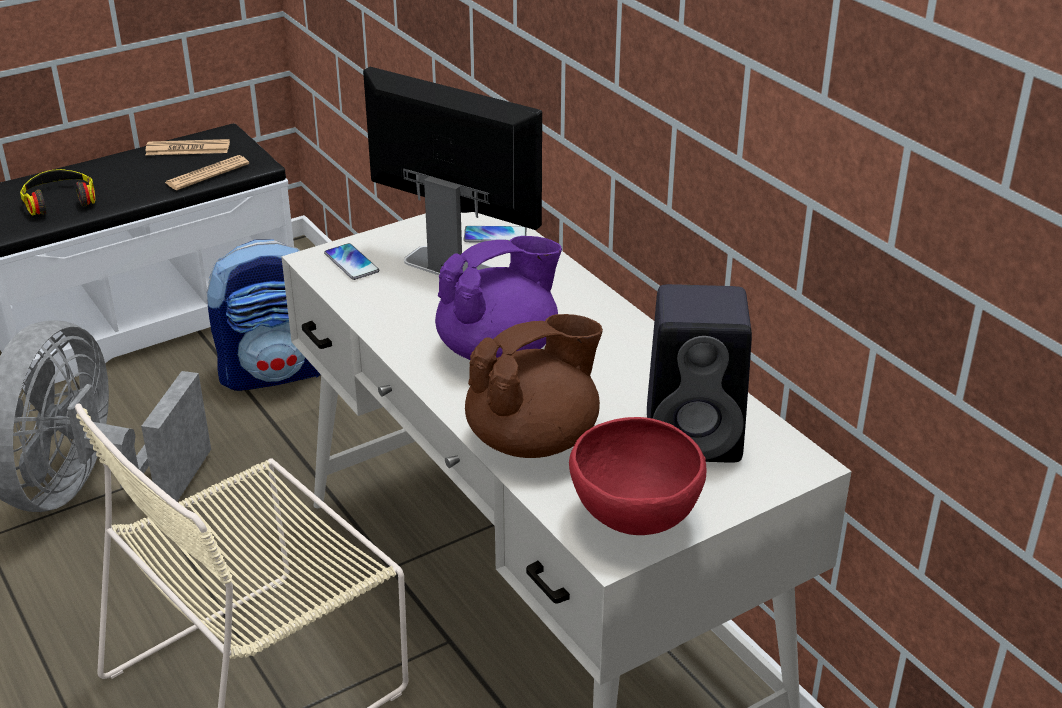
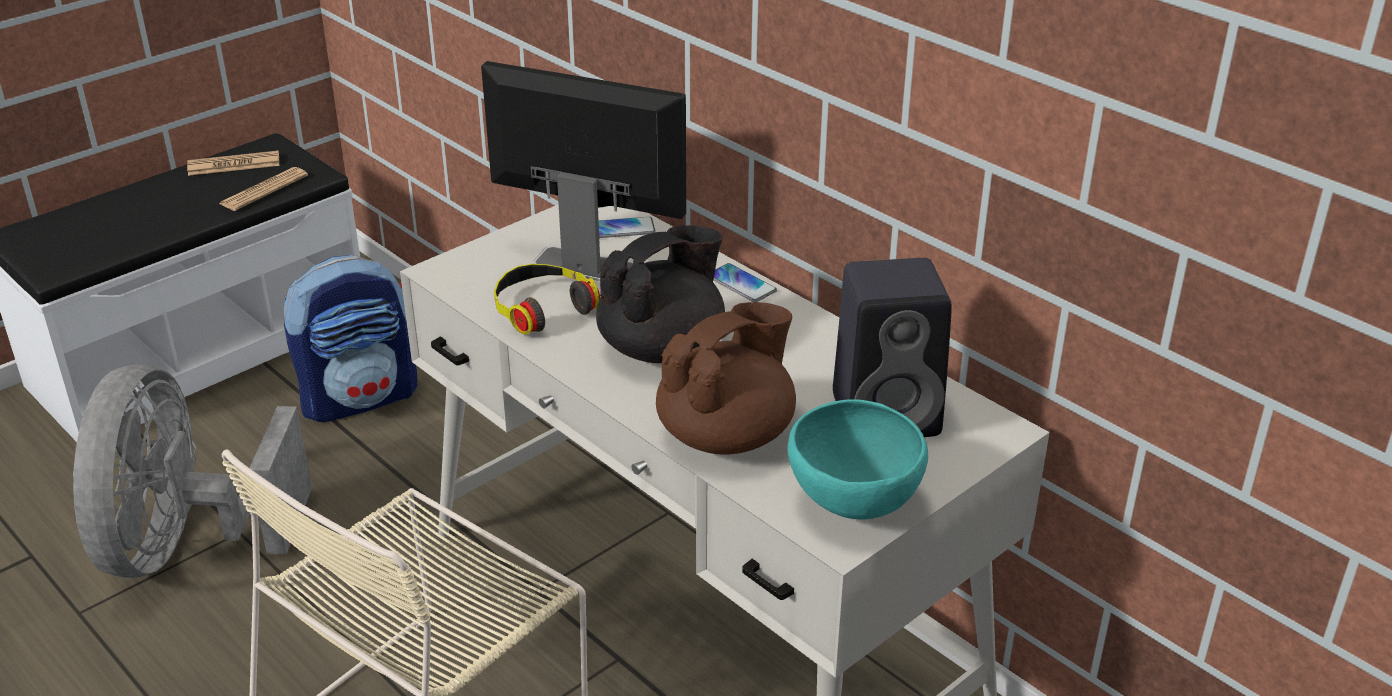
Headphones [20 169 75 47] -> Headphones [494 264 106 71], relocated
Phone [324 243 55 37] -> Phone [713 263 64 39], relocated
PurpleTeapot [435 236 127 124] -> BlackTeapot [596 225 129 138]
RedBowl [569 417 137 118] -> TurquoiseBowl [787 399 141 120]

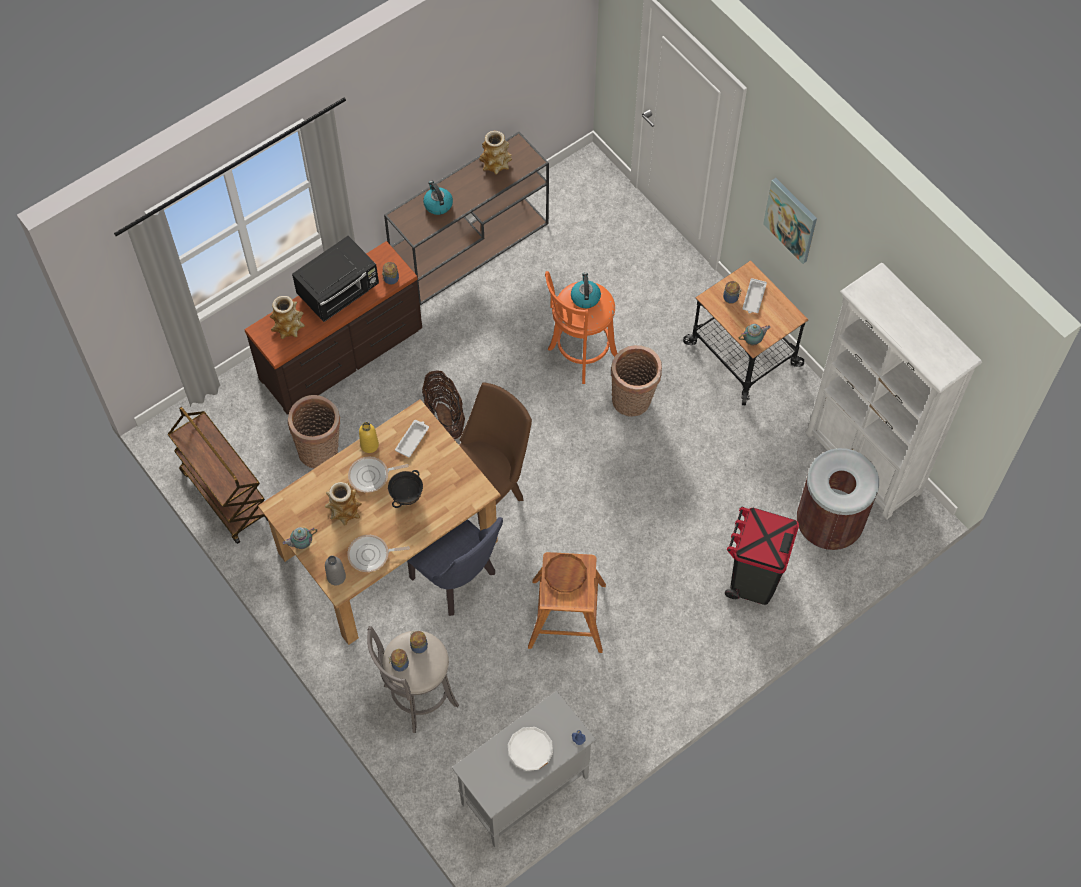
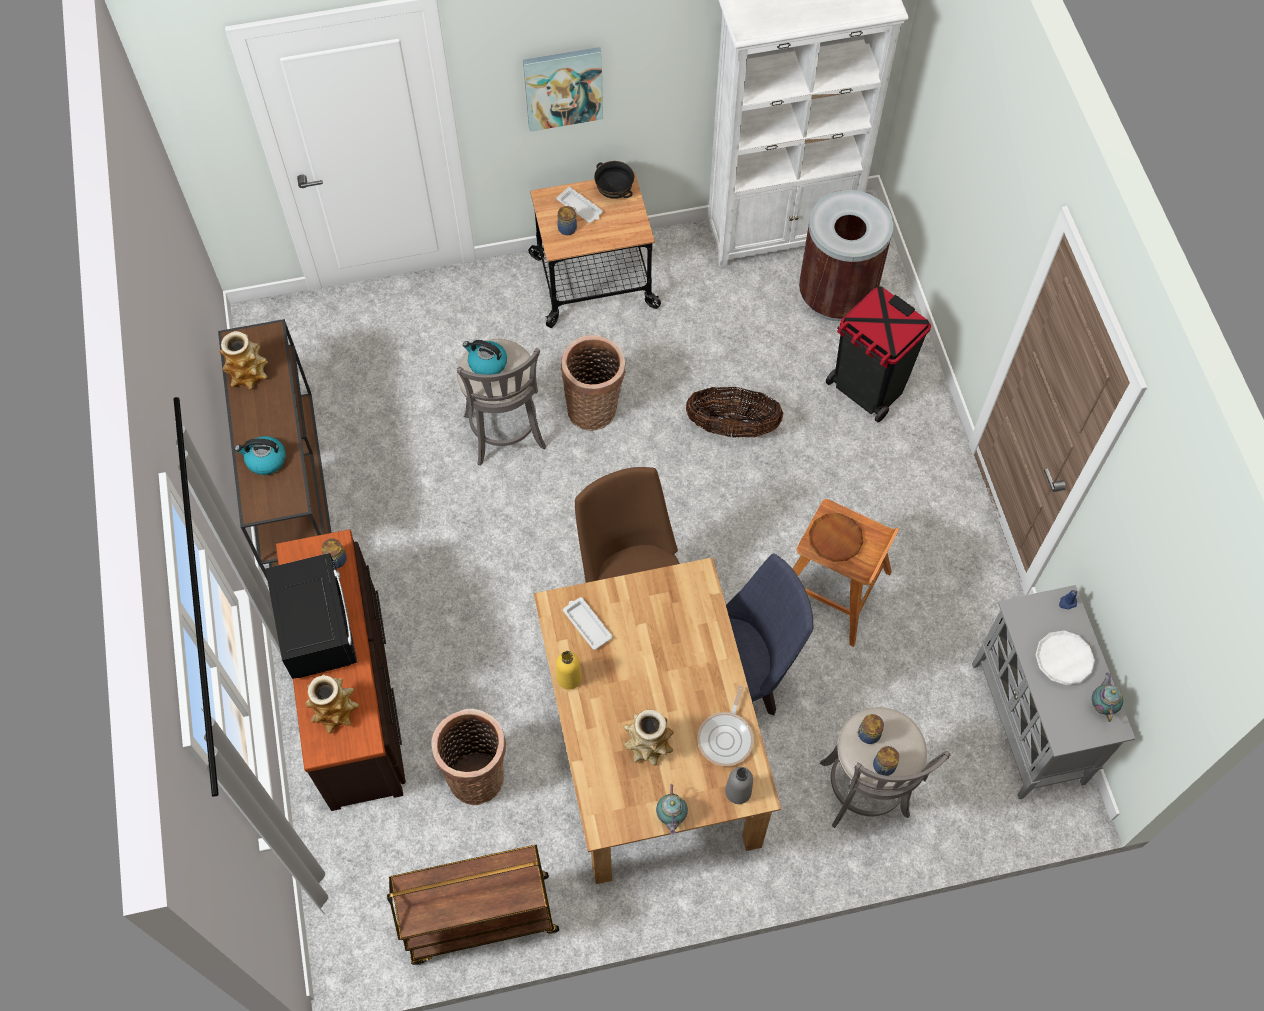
FryingPan [348 457 61 36] -> none
BlackBowl [388 470 35 38] -> BlackBowl [594 161 40 38], relocated
Basket [422 370 43 69] -> Basket [686 387 97 51], relocated
Teapot [738 324 33 22] -> Teapot [1092 672 31 50], relocated
OrangeStool [545 271 72 113] -> GreyStool [457 339 89 127]

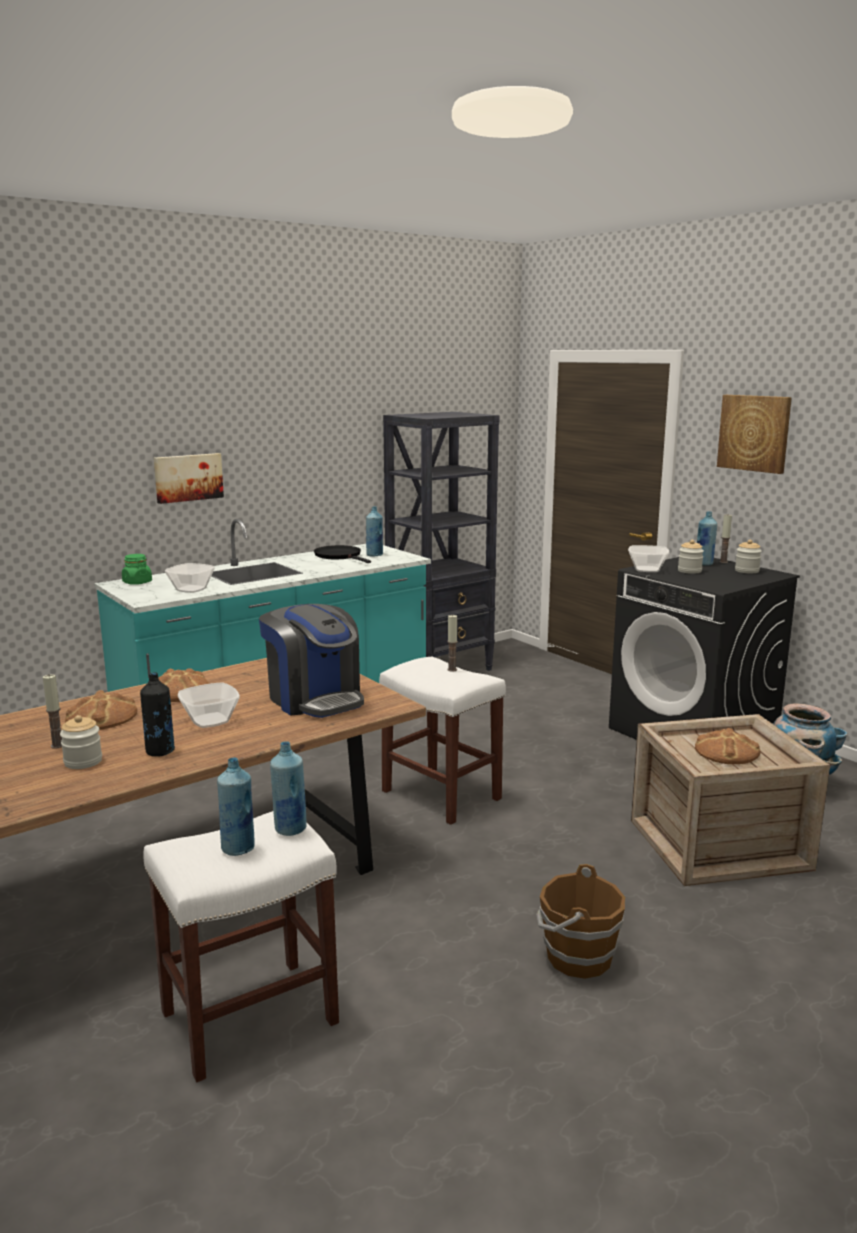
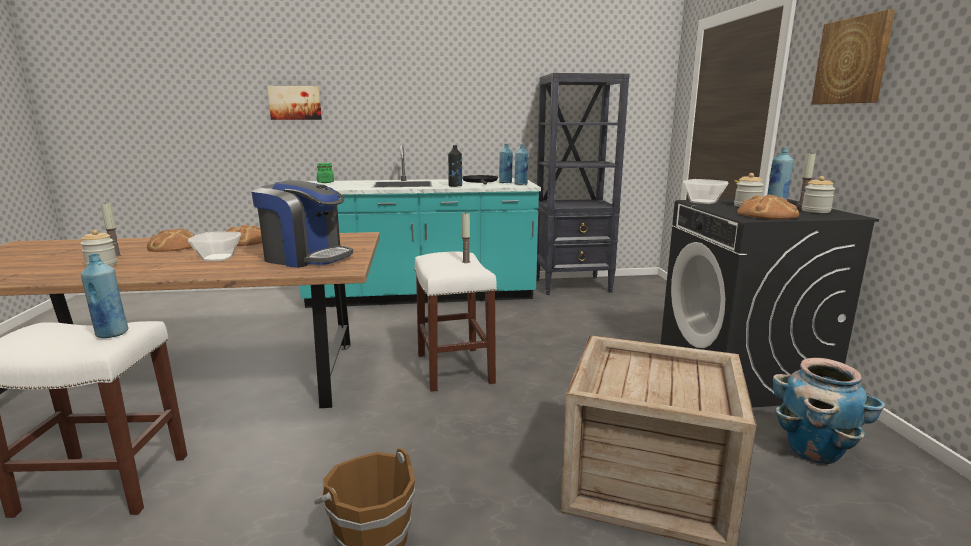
Bowl [165 563 50 30] -> none
BlackBottle [140 672 35 85] -> BlackBottle [448 145 14 42], relocated
Picture [154 453 70 51] -> Picture [267 86 55 34], relocated
BlueBottle [217 757 38 99] -> BlueBottle [515 144 14 41], relocated
Bread [695 728 65 36] -> Bread [737 195 62 24], relocated
CoffeeMachine [259 604 105 114] -> CoffeeMachine [251 180 102 88], 60 degrees counterclockwise

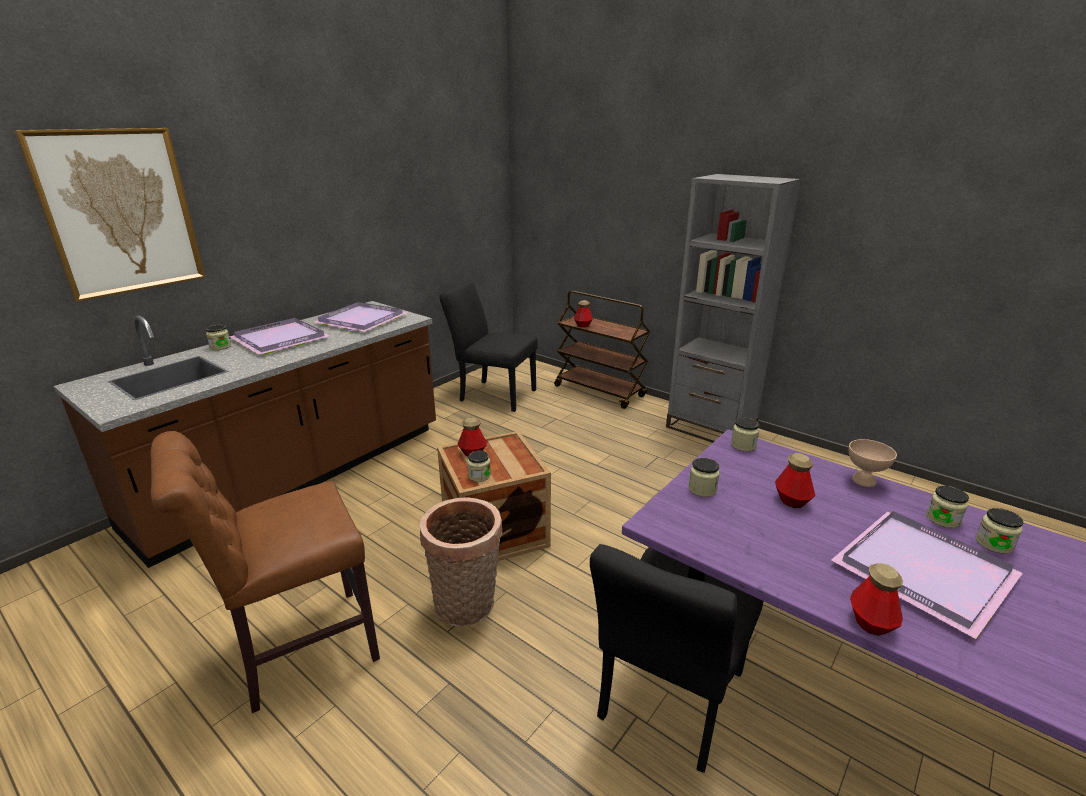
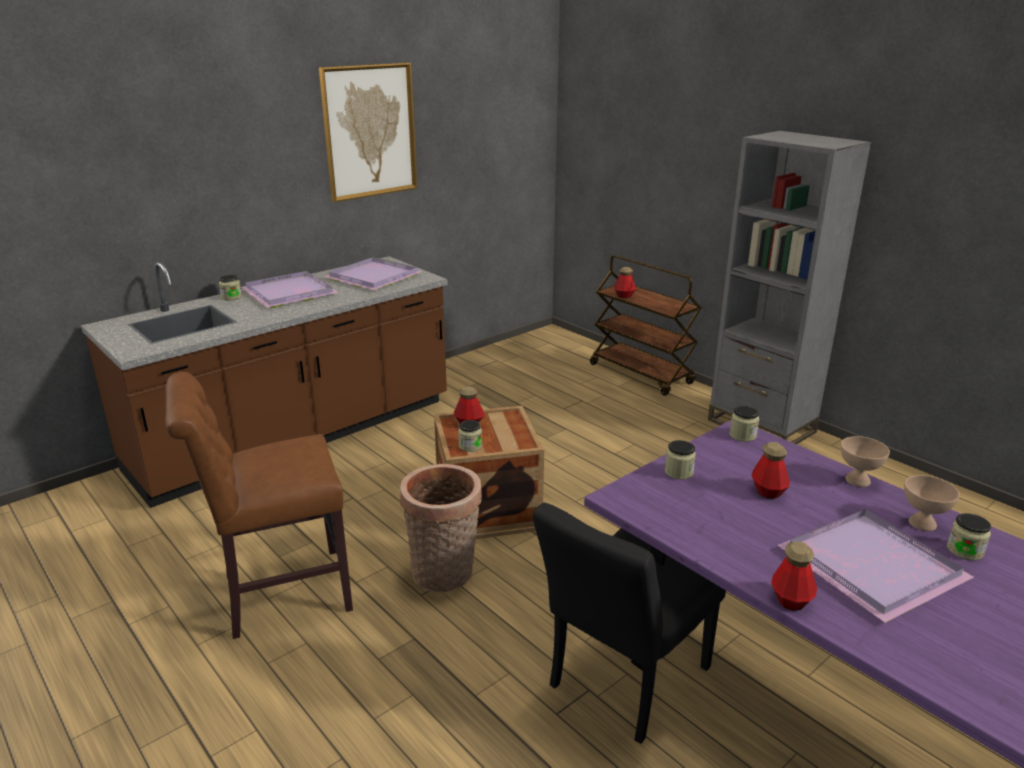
BlackChair [439 280 99 132] -> none
Picture [14 128 192 174] -> Picture [319 62 98 140], relocated
Jar [926 486 43 42] -> BeigeBowl [904 475 56 56]

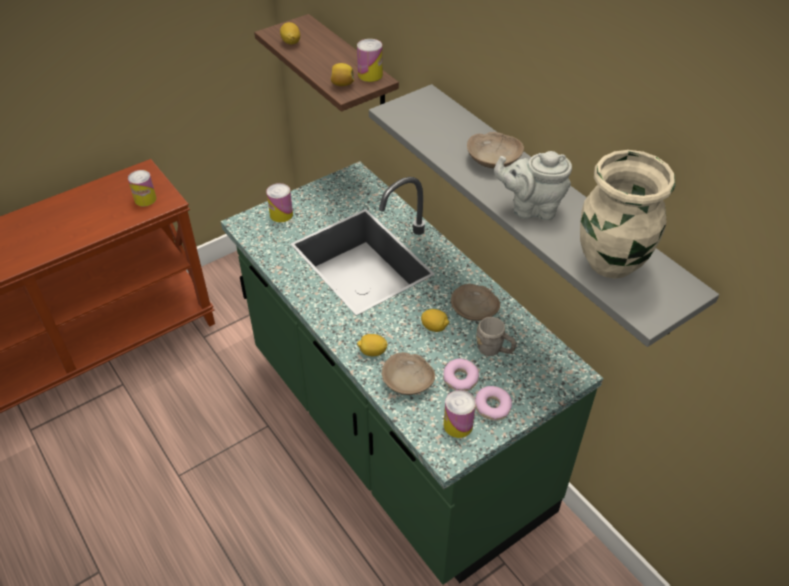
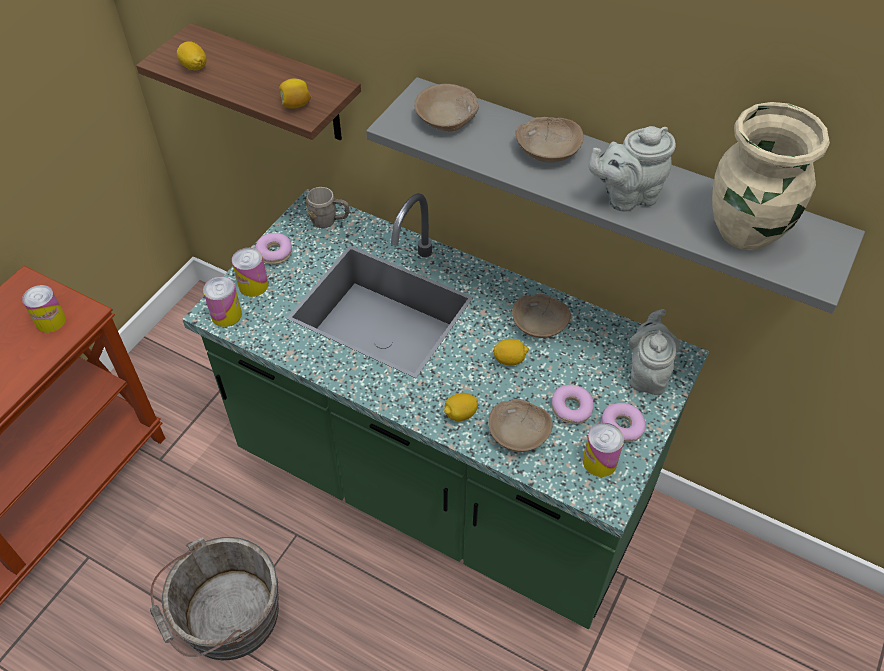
none -> GreyBucket [150 537 129 123]
none -> Donut [255 233 37 32]
none -> BeigeBowl [414 84 65 48]
none -> GreyTeapot [629 309 51 86]
Can [357 39 26 43] -> Can [203 277 39 50], relocated
GreyMug [476 317 40 39] -> GreyMug [306 187 44 41], relocated

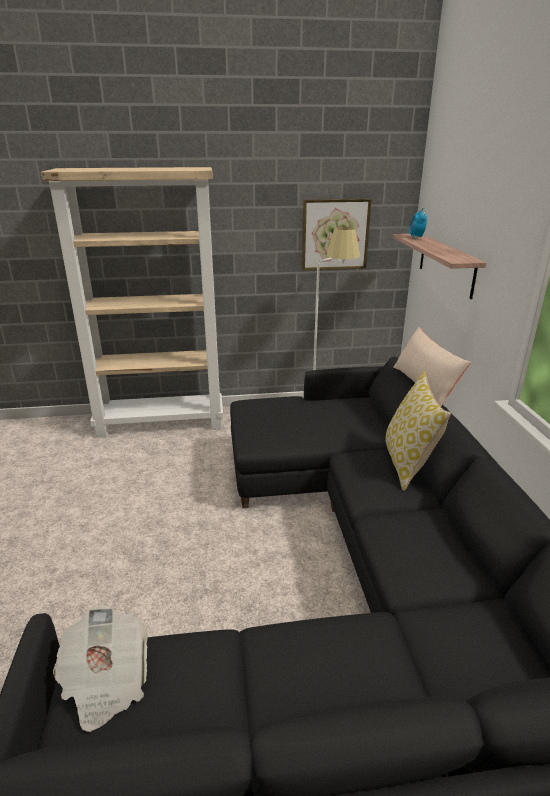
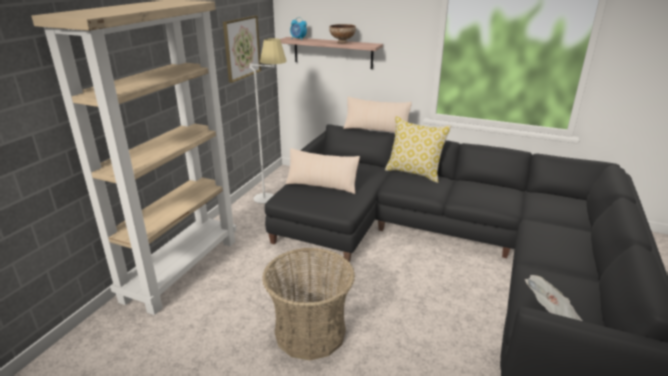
none -> Basket [262 248 93 112]
none -> BeigePillow [286 148 74 46]
none -> Bowl [329 24 27 20]

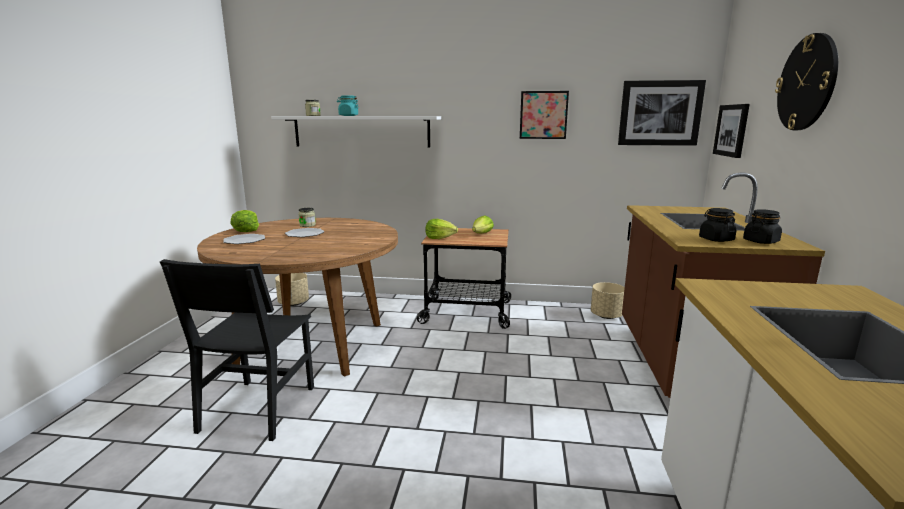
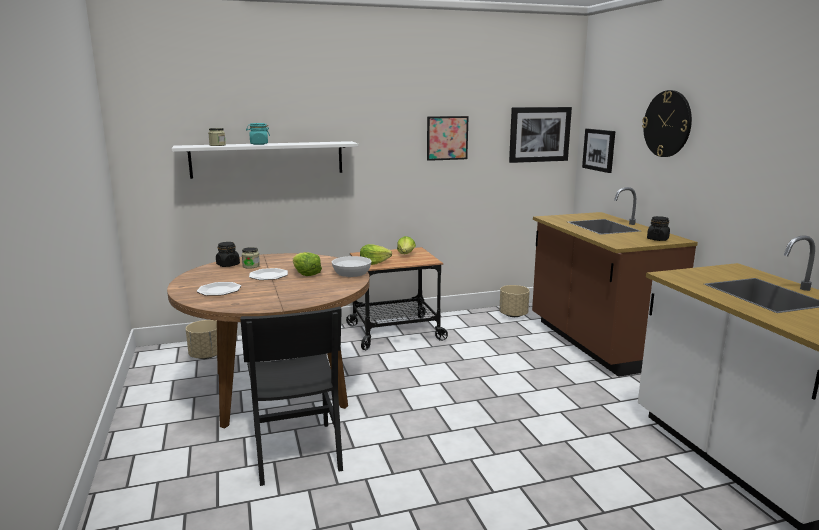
none -> WhiteBowl [332 256 39 21]
Lettuce [230 210 29 22] -> Lettuce [293 252 29 24], relocated
BlackJar [699 208 37 34] -> BlackJar [216 242 24 25], relocated

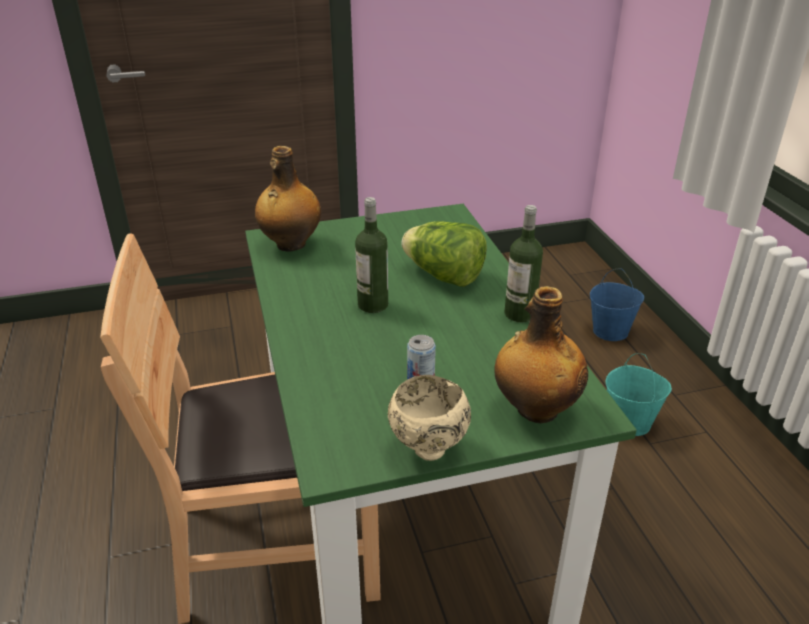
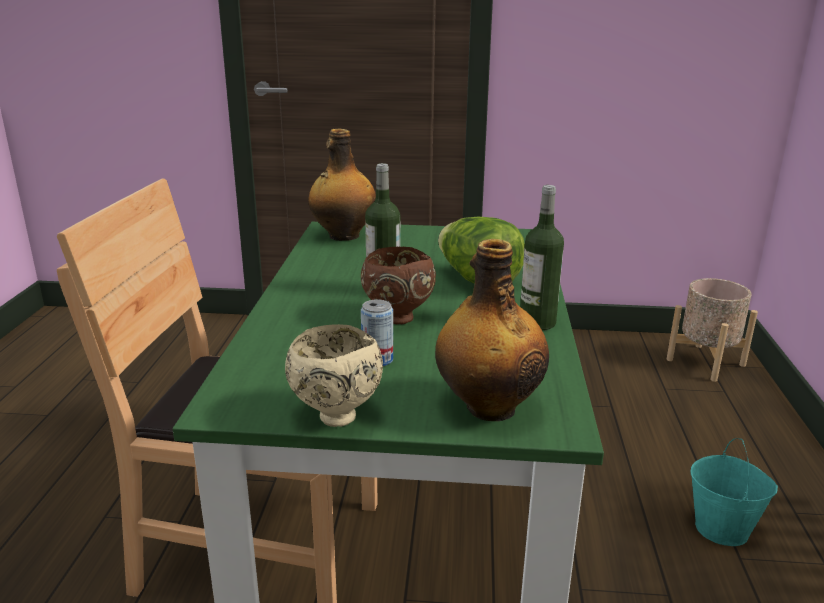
BlueBucket [590 269 54 72] -> none
none -> BrownBowl [361 247 75 77]
none -> BeigePlanter [666 278 92 104]

